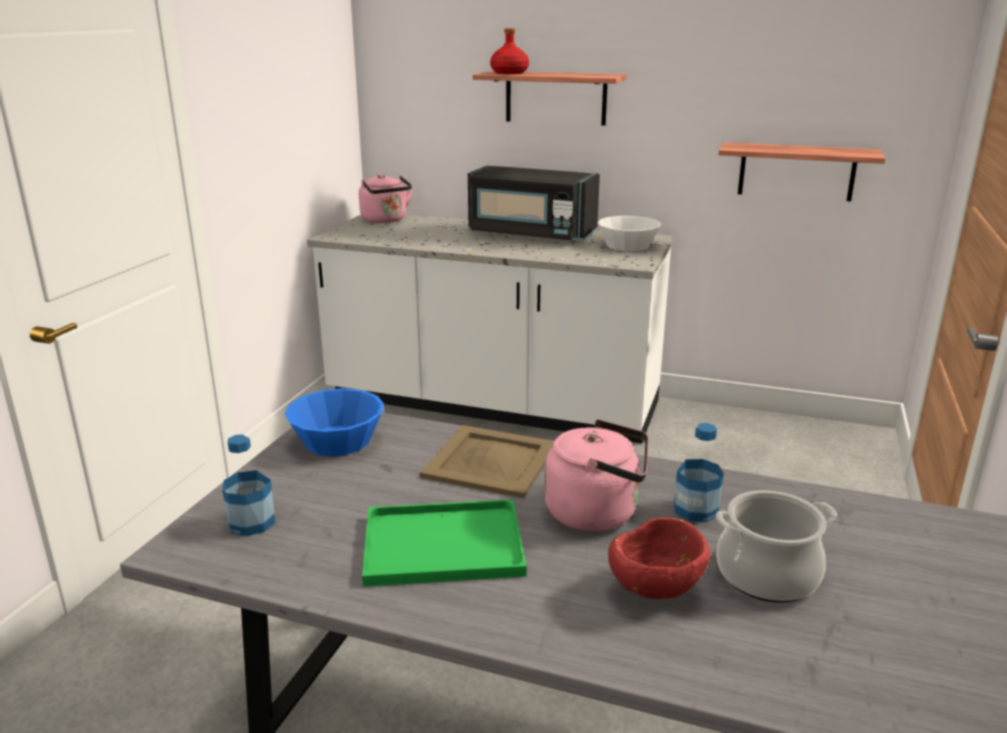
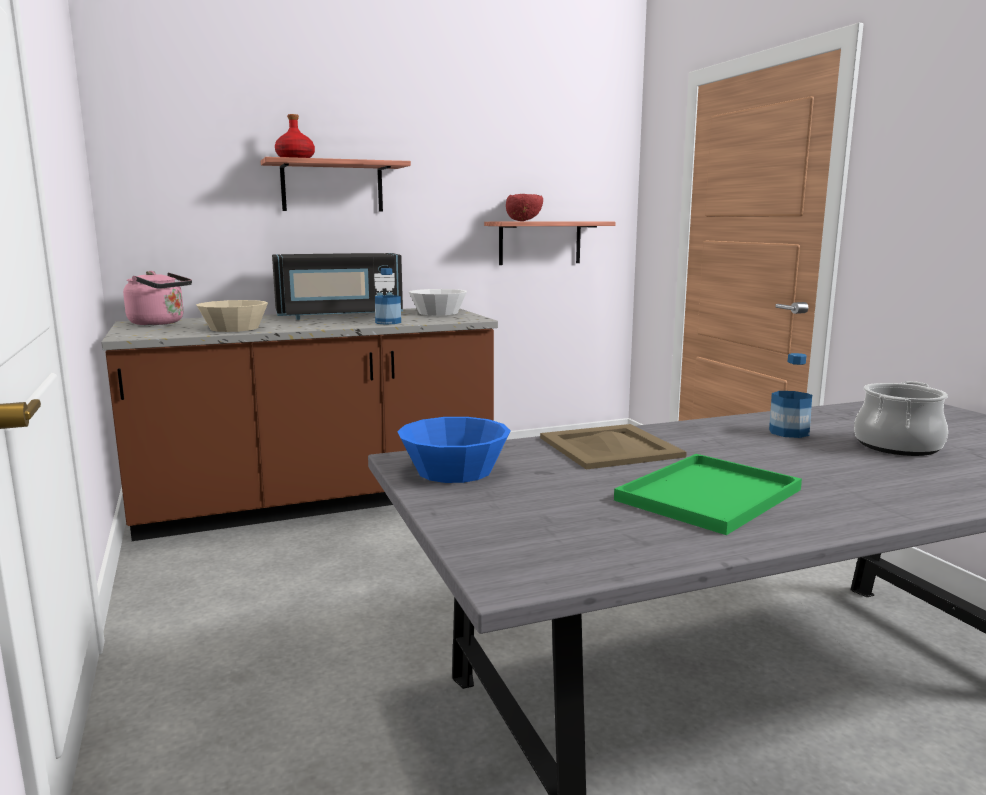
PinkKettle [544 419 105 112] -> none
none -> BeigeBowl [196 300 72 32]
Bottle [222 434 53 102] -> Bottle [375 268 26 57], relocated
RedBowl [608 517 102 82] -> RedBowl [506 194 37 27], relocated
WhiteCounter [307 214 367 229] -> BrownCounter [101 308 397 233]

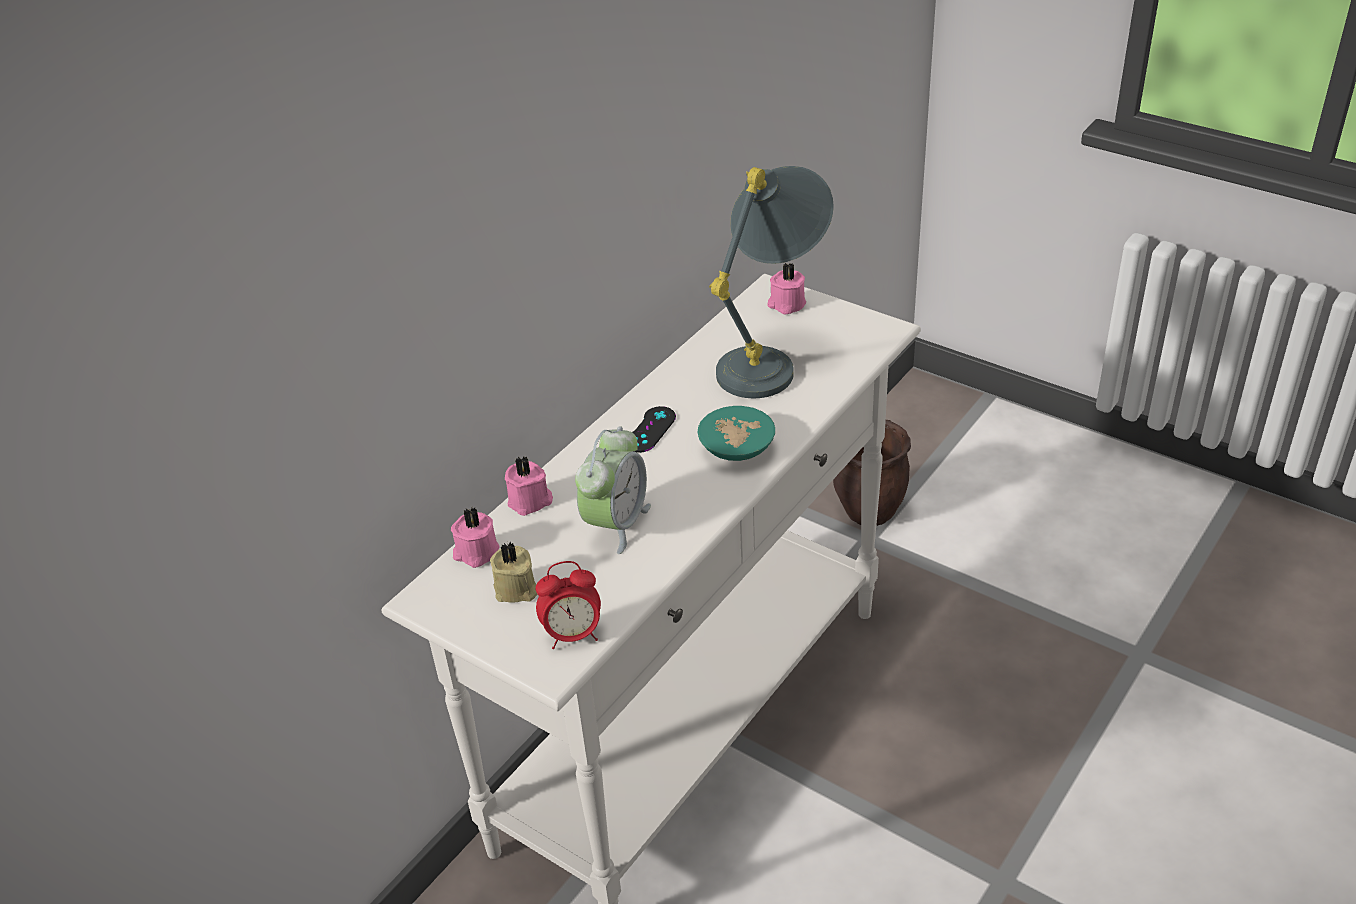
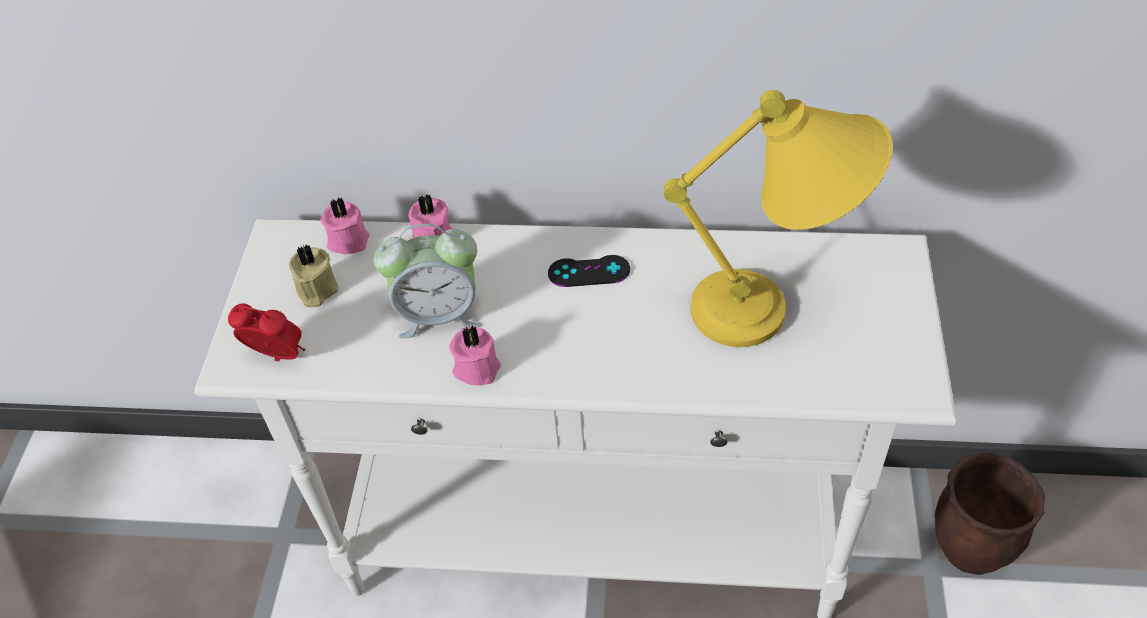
TurquoiseBowl [698 406 77 55] -> none
PinkCandle [767 263 39 51] -> PinkCandle [449 325 52 60], relocated
GreyTableLamp [709 166 125 232] -> YellowTableLamp [664 90 229 257]
AlarmClock [536 561 65 88] -> AlarmClock [228 303 77 58], 150 degrees clockwise

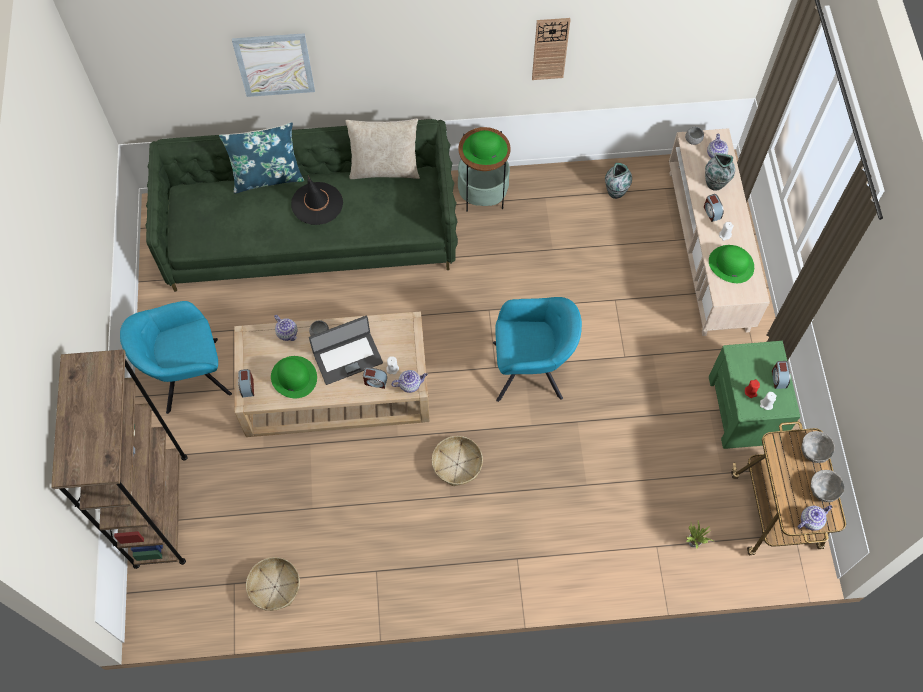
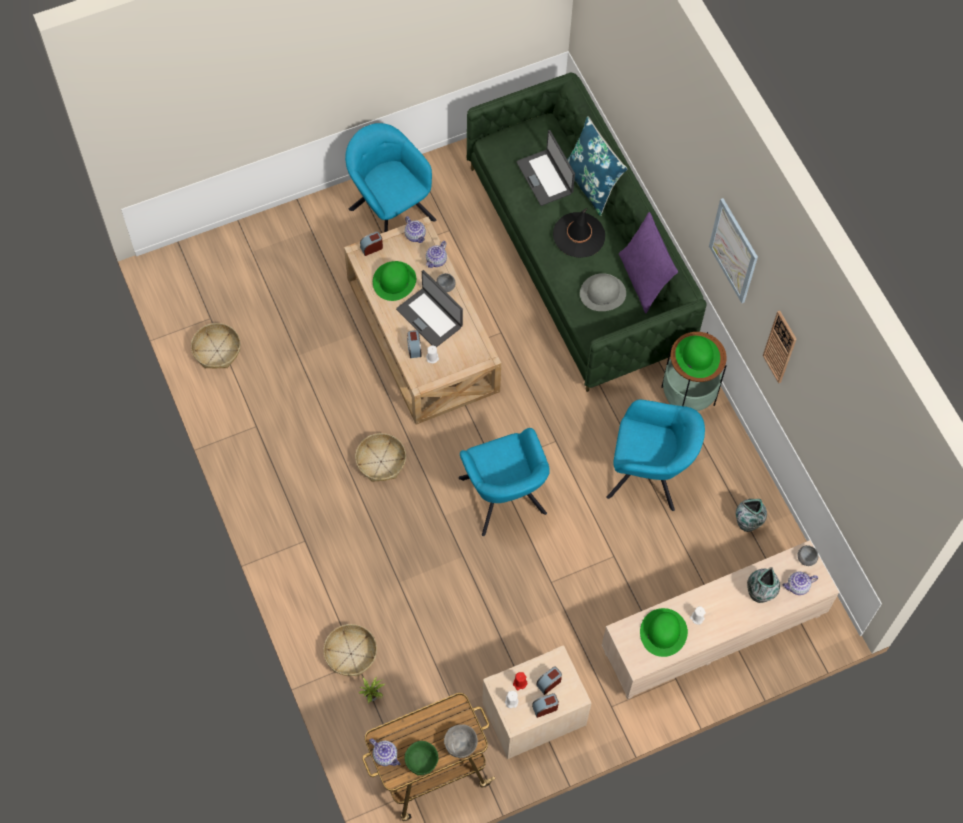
BrownBookcase [51 349 137 220] -> none
none -> Basket [323 624 54 52]
none -> Laptop [516 130 59 76]
none -> GreyHat [580 273 46 38]
none -> TurquoiseArmchair [606 400 99 111]
Picture [232 33 83 64] -> Picture [709 198 49 105], relocated
Teapot [391 370 37 23] -> Teapot [405 216 21 27], relocated
AlarmClock [704 194 20 28] -> AlarmClock [536 667 26 28], relocated
BeigePillow [346 119 74 60] -> PurplePillow [619 212 59 101]
GreenNightstand [709 341 92 108] -> BeigeNightstand [482 645 109 114]
GreyBowl [811 470 33 32] -> GreenBowl [405 741 33 34]

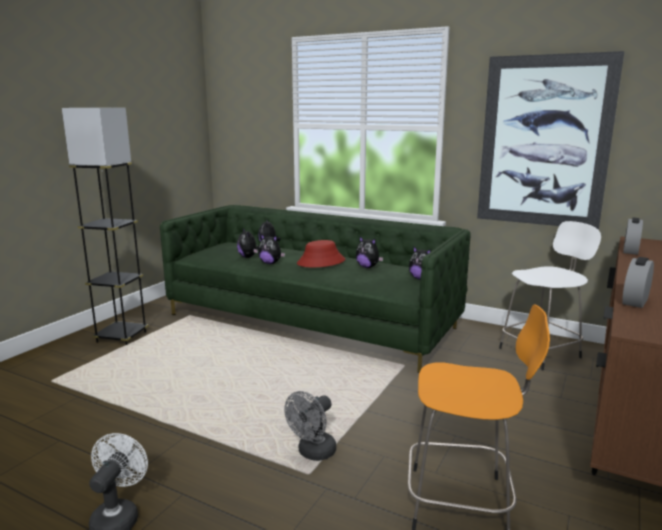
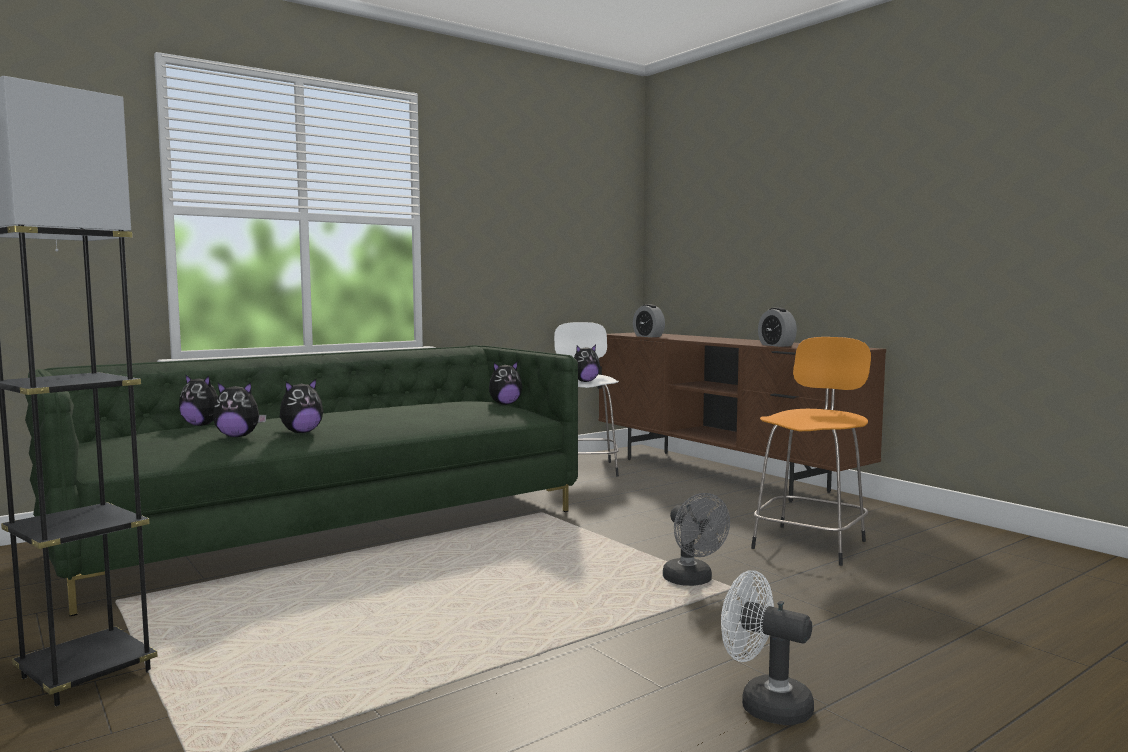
RedHat [297 240 48 27] -> none
Picture [477 51 148 179] -> none
PlushToy [356 237 28 31] -> PlushToy [574 345 26 37], relocated

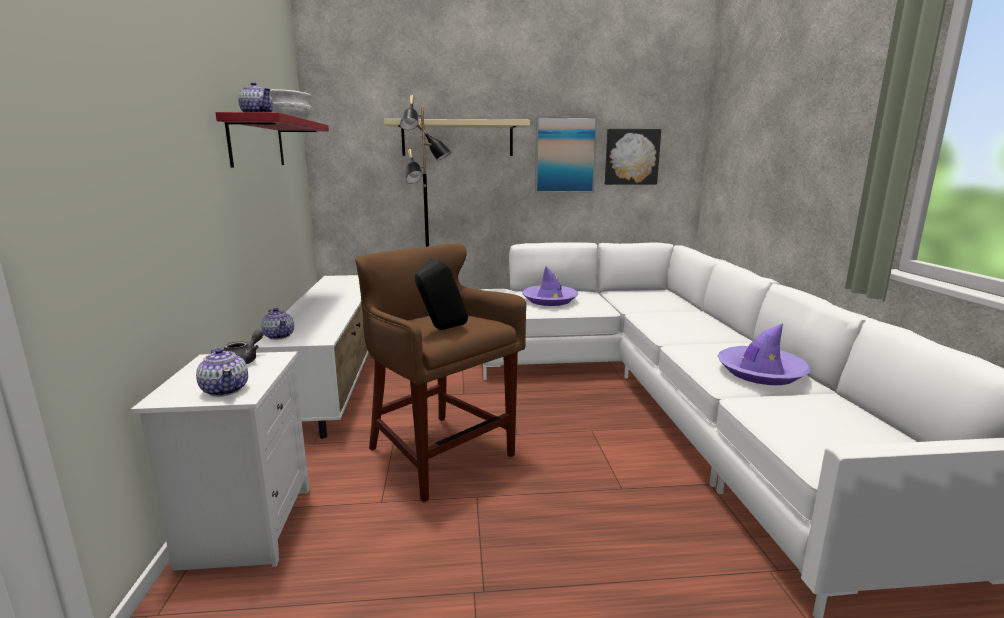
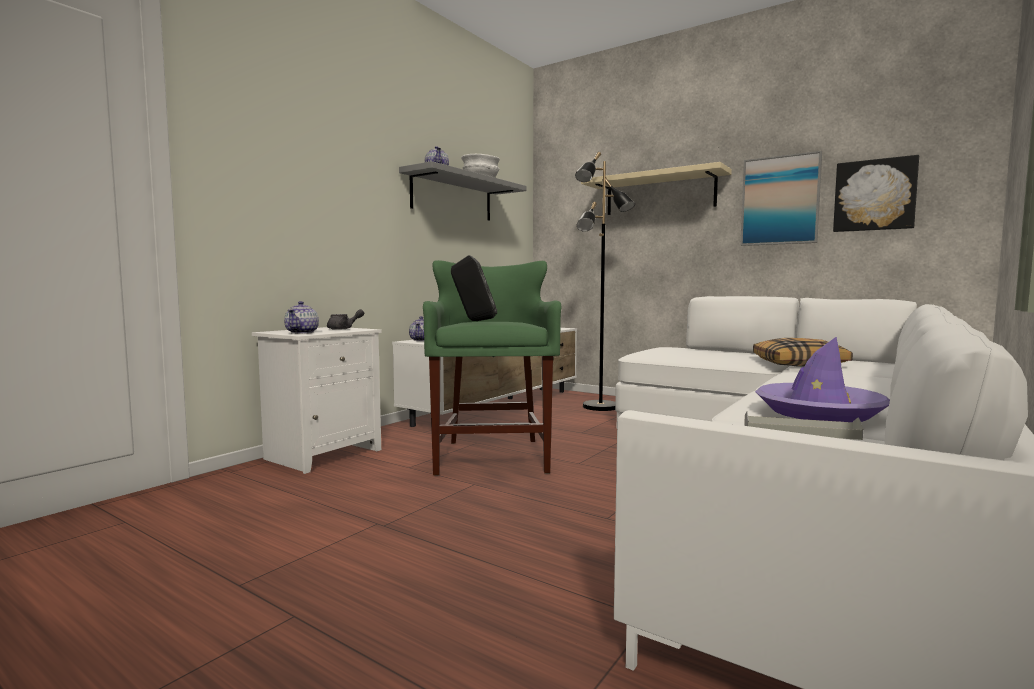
PurpleHat [522 266 56 40] -> none
none -> GreyTray [744 411 119 29]
none -> Pillow [753 338 100 29]
RedShelf [216 112 113 55] -> GreyShelf [399 161 127 60]
BrownStool [355 243 171 259] -> GreenStool [423 260 139 216]

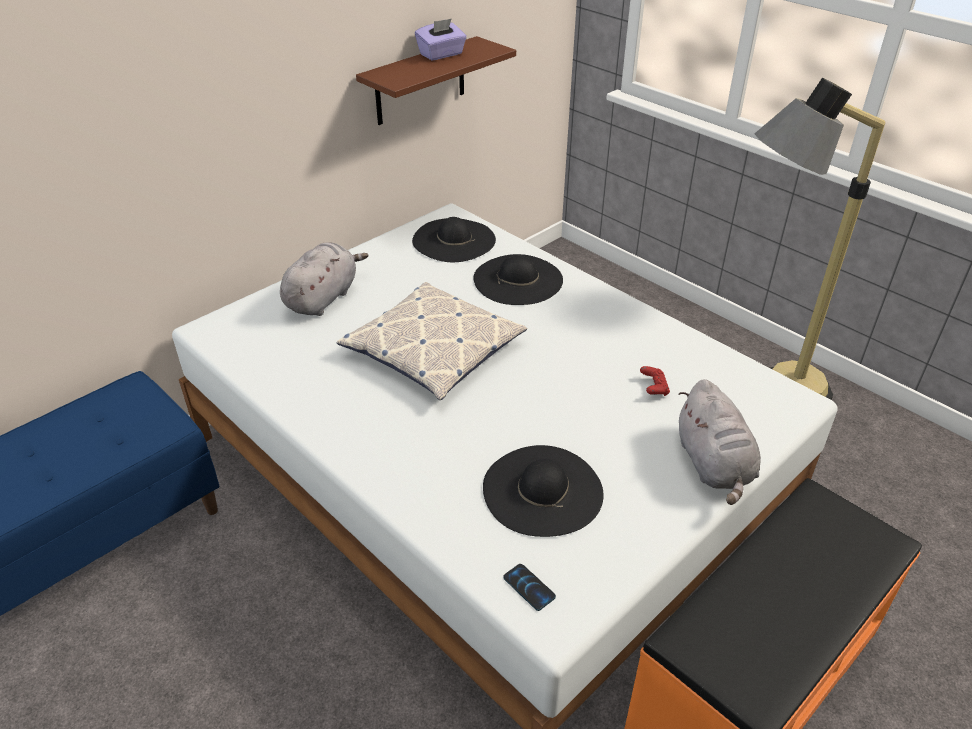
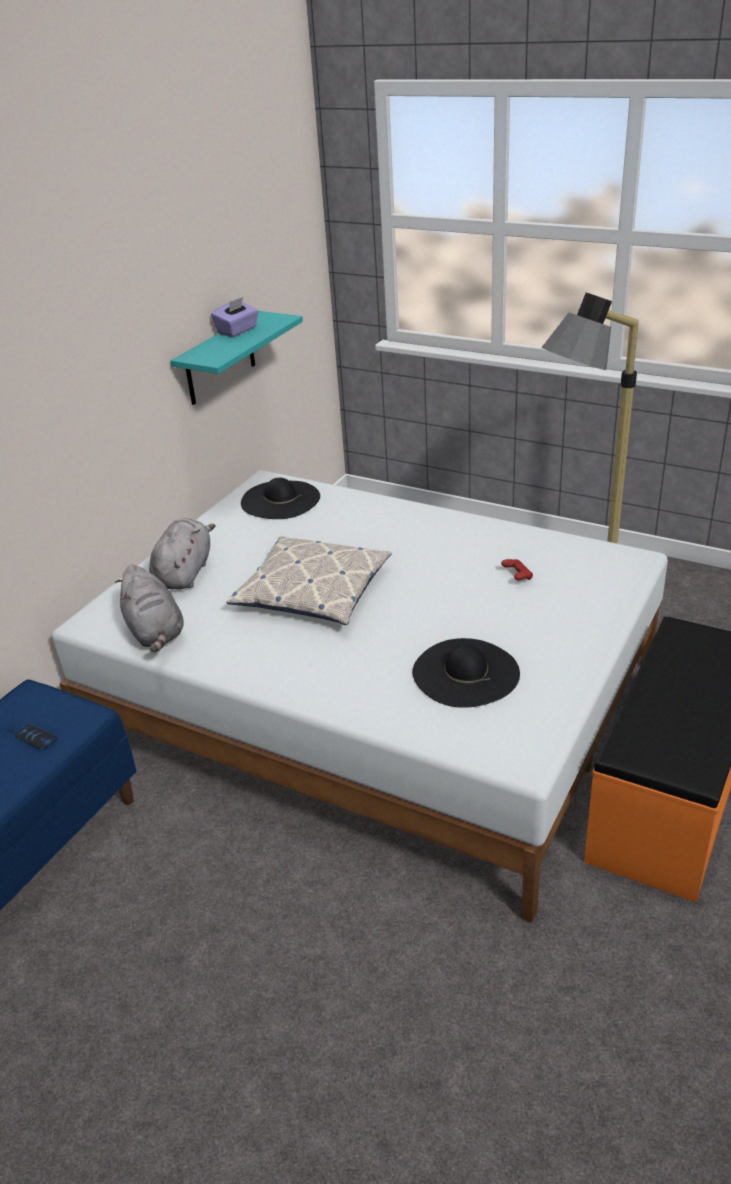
BlackHat [474 254 89 51] -> none
Phone [503 564 53 47] -> Phone [15 724 41 26], relocated
GreyPlushToy [678 379 83 126] -> GreyPlushToy [115 564 69 88], relocated
BrownShelf [356 36 160 89] -> TurquoiseShelf [171 311 132 94]

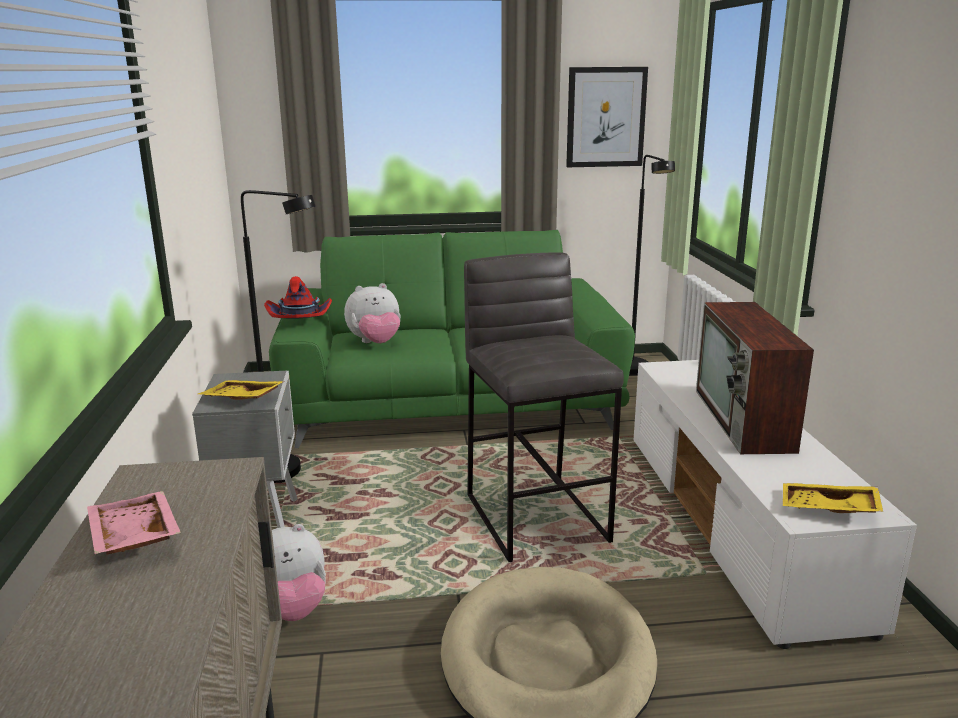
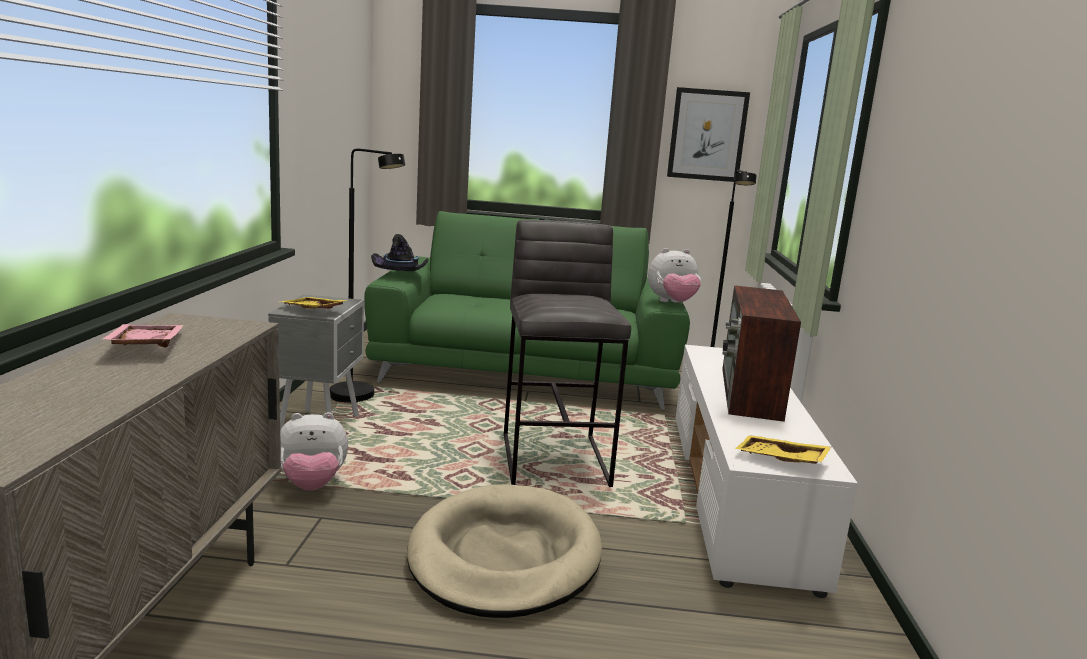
PlushToy [344 283 57 60] -> PlushToy [648 248 53 55], relocated
RedHat [264 276 68 43] -> BlackHat [371 234 58 37]

